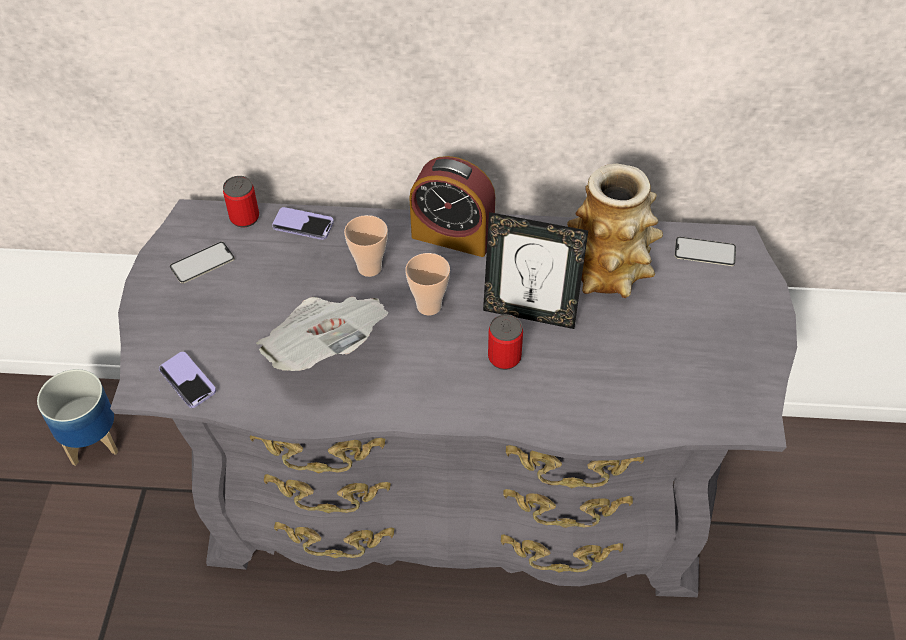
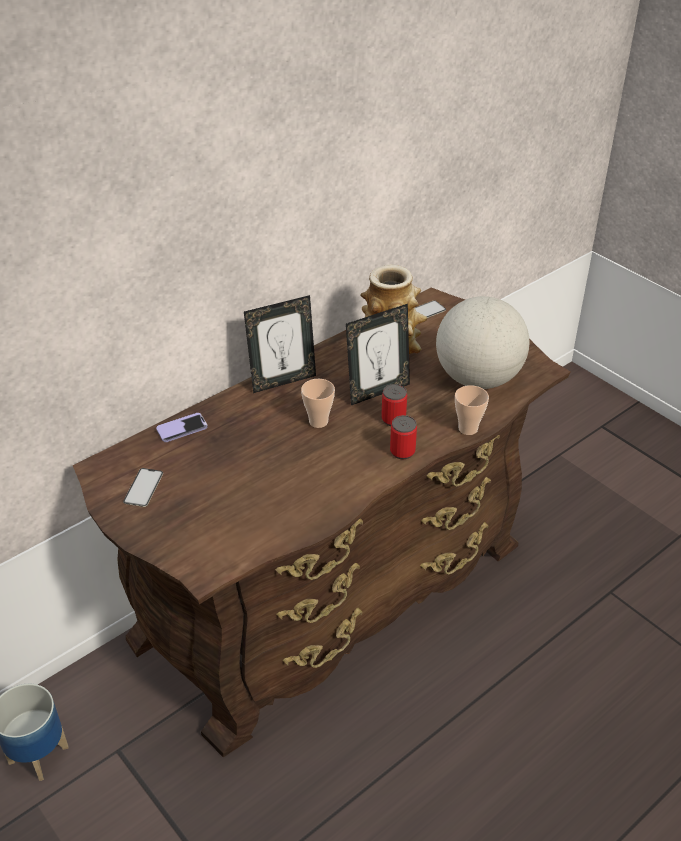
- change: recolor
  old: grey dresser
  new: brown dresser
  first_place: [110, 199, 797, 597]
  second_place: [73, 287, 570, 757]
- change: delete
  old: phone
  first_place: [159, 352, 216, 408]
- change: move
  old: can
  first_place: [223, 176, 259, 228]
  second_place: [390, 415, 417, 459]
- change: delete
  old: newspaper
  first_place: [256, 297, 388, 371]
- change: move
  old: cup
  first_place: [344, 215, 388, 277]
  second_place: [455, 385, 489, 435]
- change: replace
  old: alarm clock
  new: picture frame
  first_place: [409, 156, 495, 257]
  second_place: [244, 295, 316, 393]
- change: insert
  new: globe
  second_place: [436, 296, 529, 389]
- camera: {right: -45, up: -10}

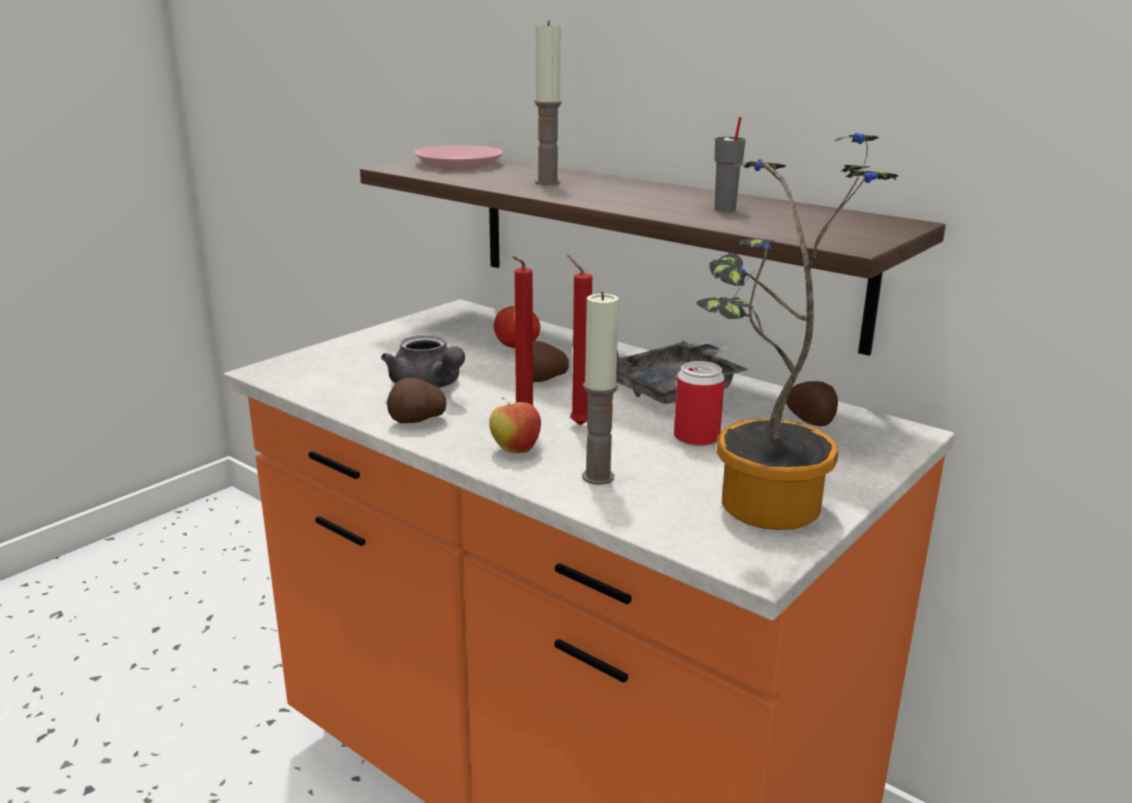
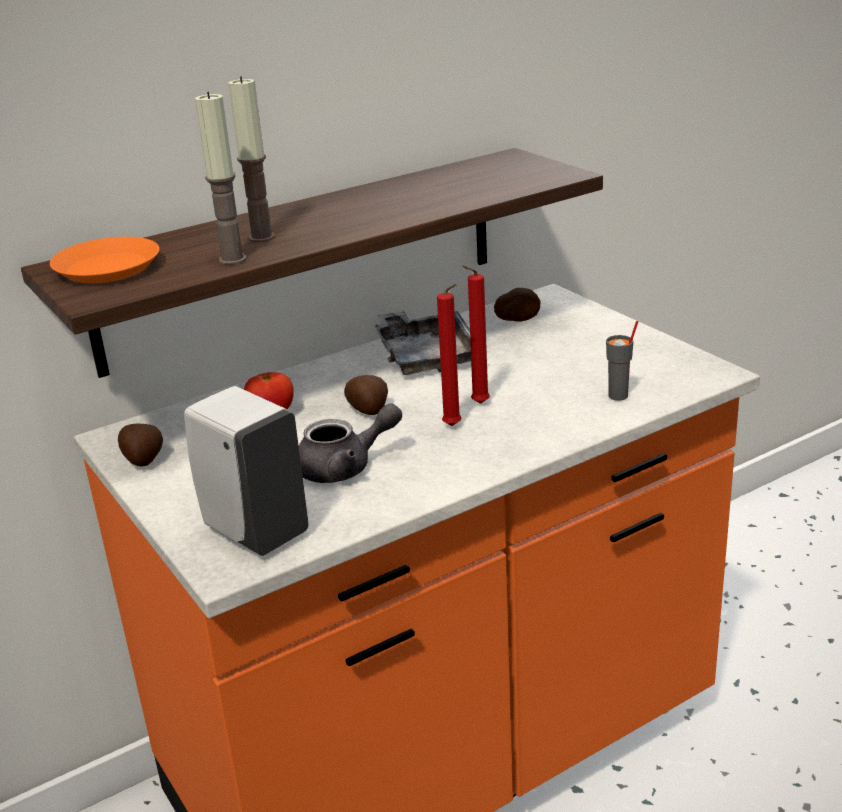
- change: move
  old: potato
  first_place: [387, 378, 446, 423]
  second_place: [118, 423, 163, 467]
- change: recolor
  old: pink plate
  new: orange plate
  first_place: [414, 145, 503, 169]
  second_place: [50, 237, 160, 283]
- change: delete
  old: apple
  first_place: [489, 397, 541, 454]
- change: move
  old: candle
  first_place: [582, 292, 619, 485]
  second_place: [195, 92, 247, 265]
- change: delete
  old: can
  first_place: [674, 361, 725, 446]
- change: delete
  old: potted plant
  first_place: [697, 133, 899, 530]
- change: move
  old: grey cup
  first_place: [714, 117, 746, 211]
  second_place: [606, 321, 638, 401]
- change: insert
  new: white soap dispenser
  second_place: [184, 386, 309, 556]
- camera: {right: -70, up: 5}

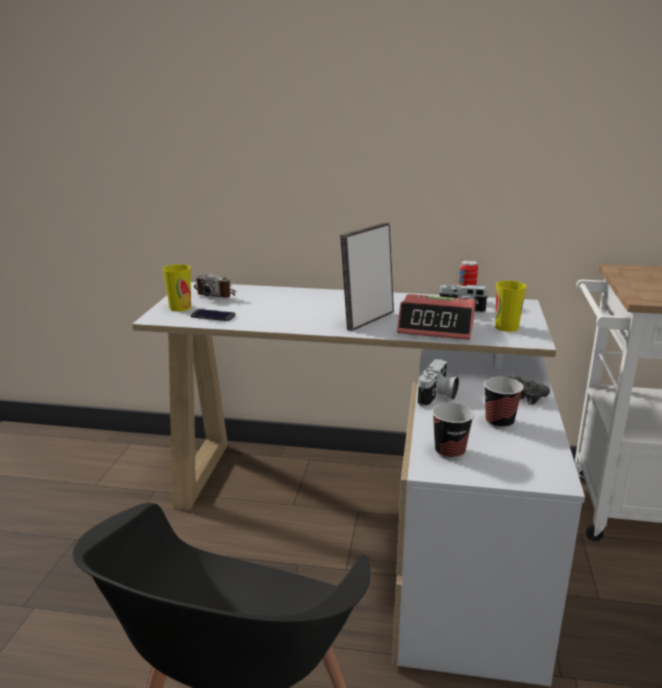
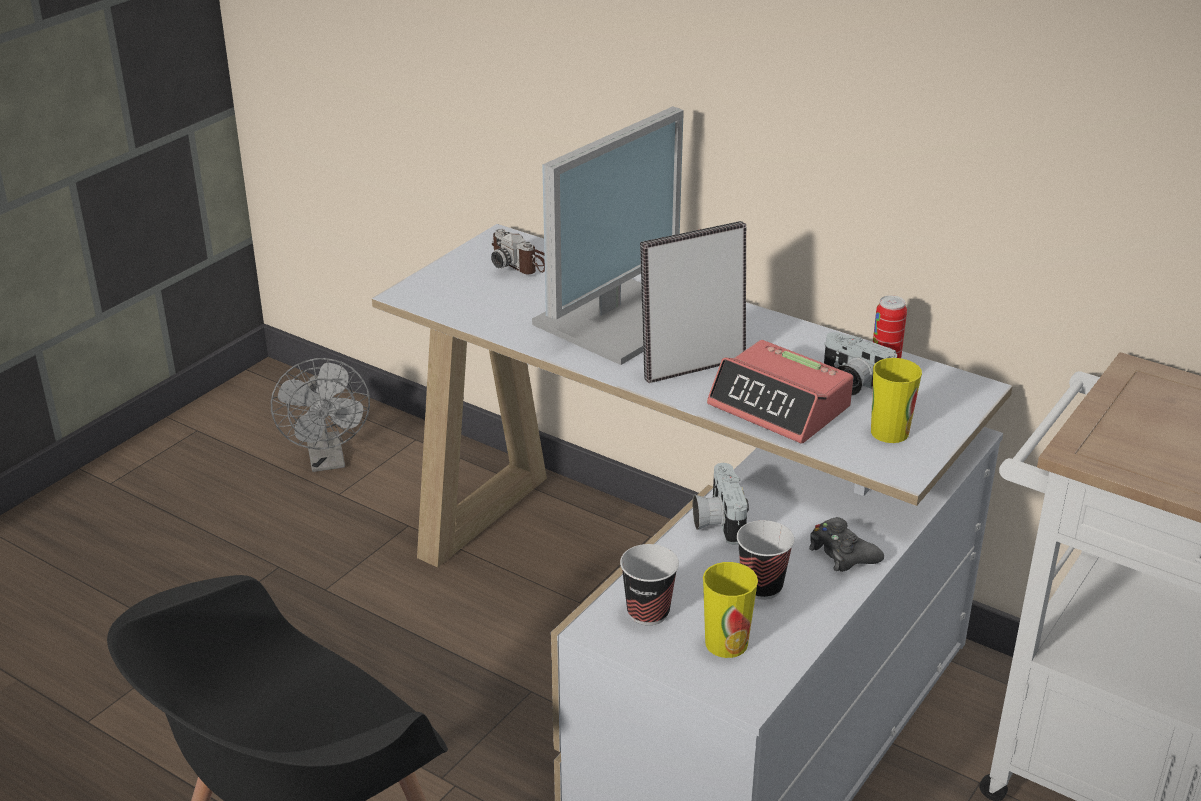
- change: move
  old: cup
  first_place: [163, 264, 191, 311]
  second_place: [703, 562, 758, 658]
- change: delete
  old: phone
  first_place: [190, 309, 236, 321]
- change: rotate
  old: photo camera
  first_place: [418, 359, 459, 407]
  second_place: [693, 463, 749, 545]
  degrees: 120
- change: insert
  new: grey fan
  second_place: [271, 358, 370, 472]
- change: insert
  new: monitor
  second_place: [532, 106, 684, 365]
- camera: {right: 25, up: 10}

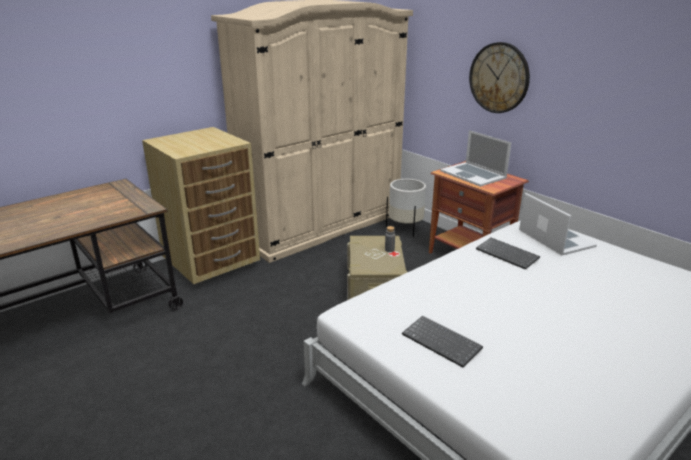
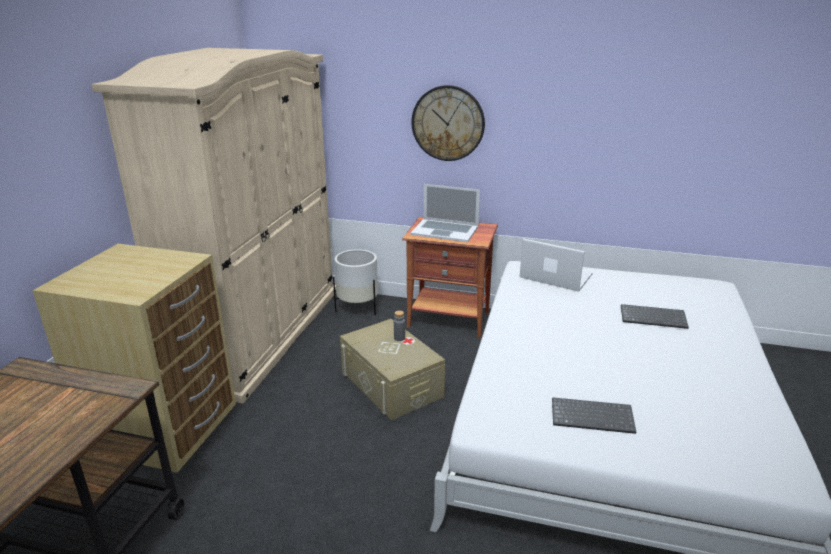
- change: move
  old: keyboard
  first_place: [476, 238, 540, 270]
  second_place: [621, 304, 689, 329]
- camera: {right: -35, up: 0}

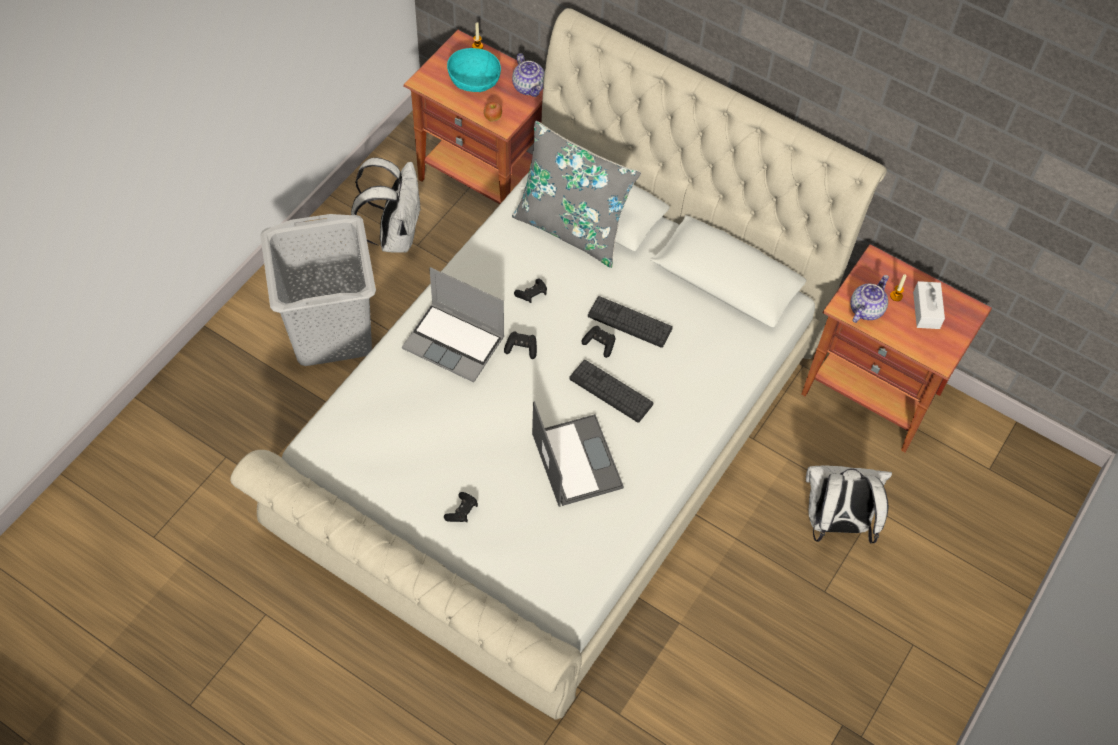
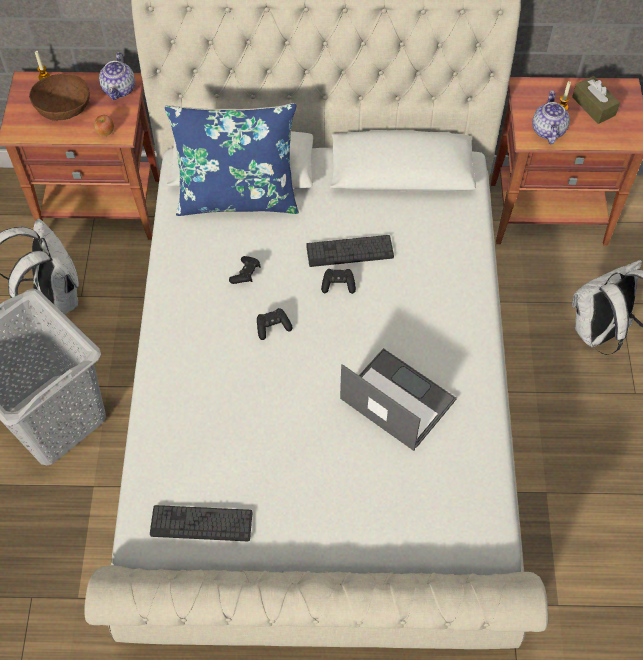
- change: delete
  old: laptop
  first_place: [402, 267, 505, 382]
- change: delete
  old: black game controller
  first_place: [444, 492, 478, 522]
- change: recolor
  old: turquoise bowl
  new: brown bowl
  first_place: [447, 48, 501, 92]
  second_place: [29, 74, 90, 121]
- change: rotate
  old: teapot
  first_place: [512, 53, 545, 97]
  second_place: [99, 52, 135, 100]
  degrees: 60
- change: recolor
  old: grey pillow
  new: blue pillow
  first_place: [512, 121, 641, 268]
  second_place: [165, 103, 299, 216]
- change: move
  old: keyboard
  first_place: [569, 360, 653, 423]
  second_place: [150, 505, 252, 541]
- change: recolor
  old: white tissue box
  new: brown tissue box
  first_place: [913, 281, 945, 329]
  second_place: [572, 76, 620, 124]
- camera: {right: -30, up: 0}

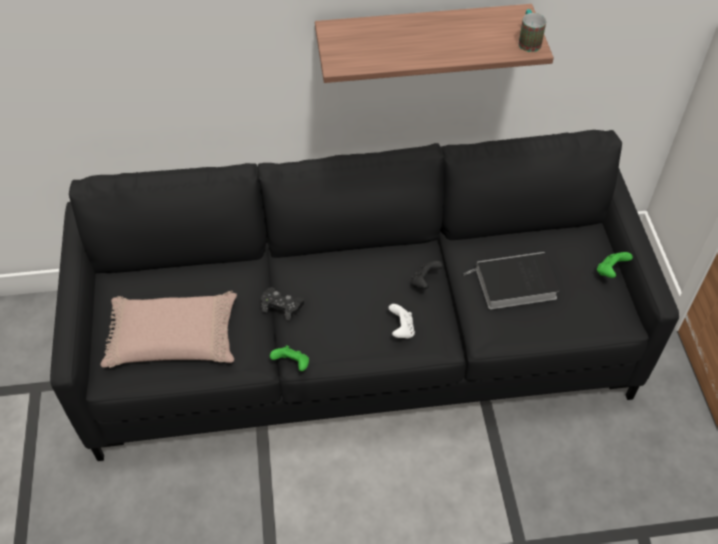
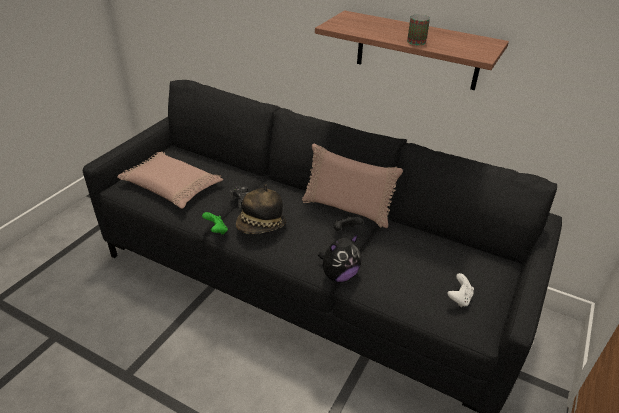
- change: move
  old: white game controller
  first_place: [389, 304, 415, 339]
  second_place: [447, 273, 474, 307]
- change: delete
  old: book
  first_place: [464, 252, 559, 309]
- change: move
  old: mug
  first_place: [518, 9, 546, 52]
  second_place: [407, 14, 430, 45]
- change: delete
  old: green game controller
  first_place: [597, 252, 633, 278]
- change: insert
  new: hat
  second_place: [236, 184, 286, 234]
- change: insert
  new: beige pillow
  second_place: [302, 144, 403, 228]
- change: insert
  new: plush toy
  second_place: [318, 234, 361, 282]
- camera: {right: 35, up: -15}

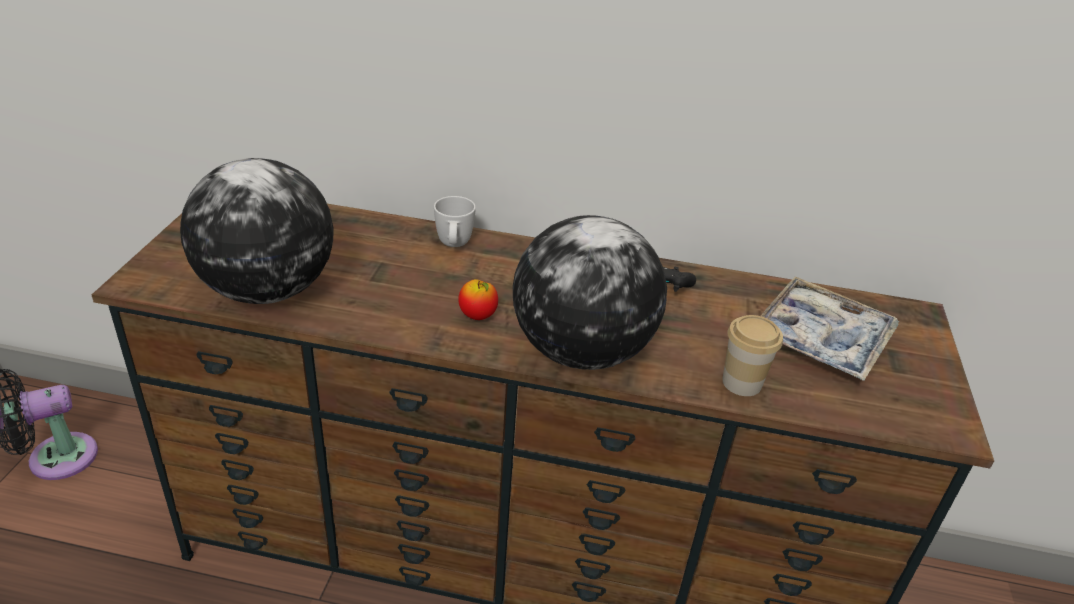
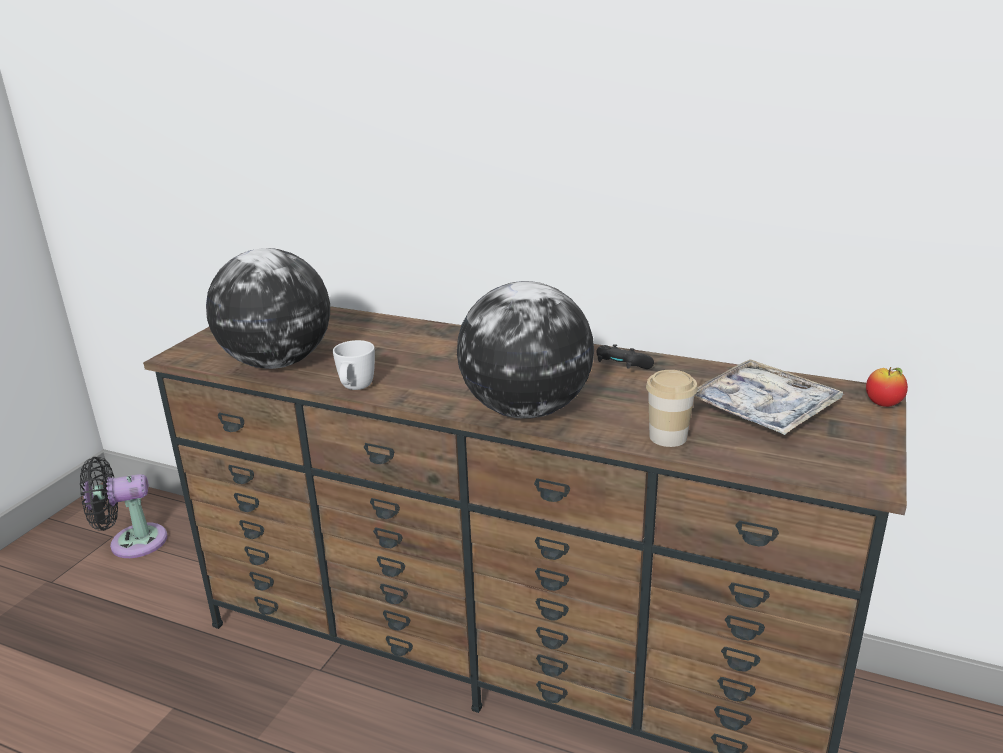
- change: move
  old: white mug
  first_place: [434, 196, 476, 247]
  second_place: [333, 340, 375, 390]
- change: move
  old: apple
  first_place: [458, 279, 498, 320]
  second_place: [866, 367, 908, 407]
- camera: {right: 15, up: -10}

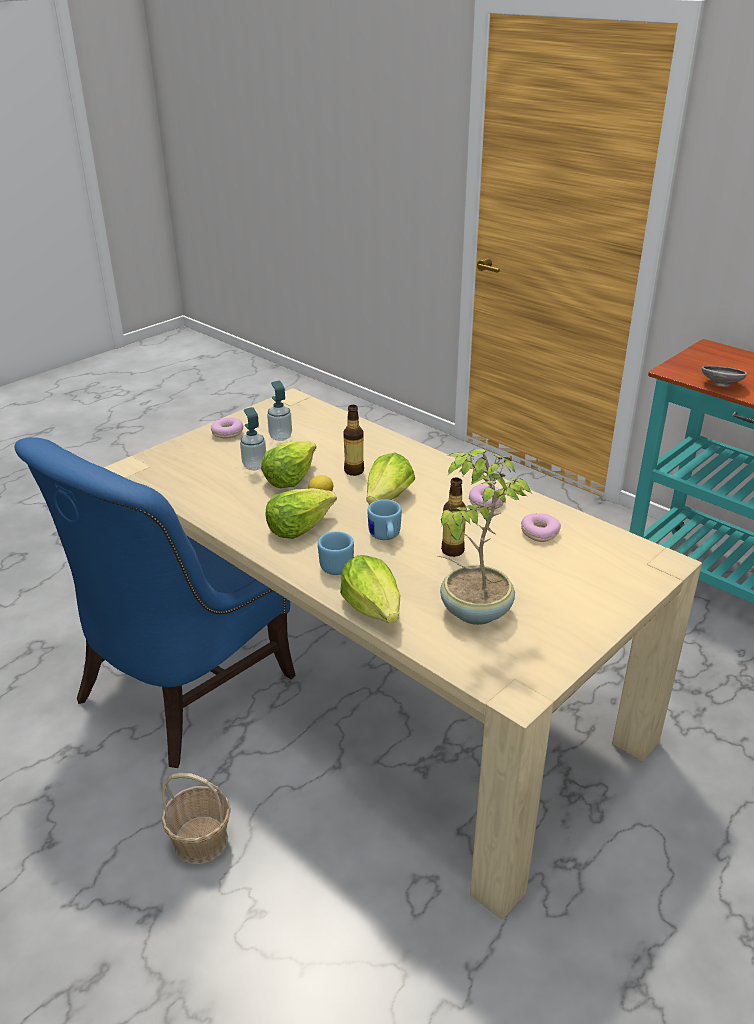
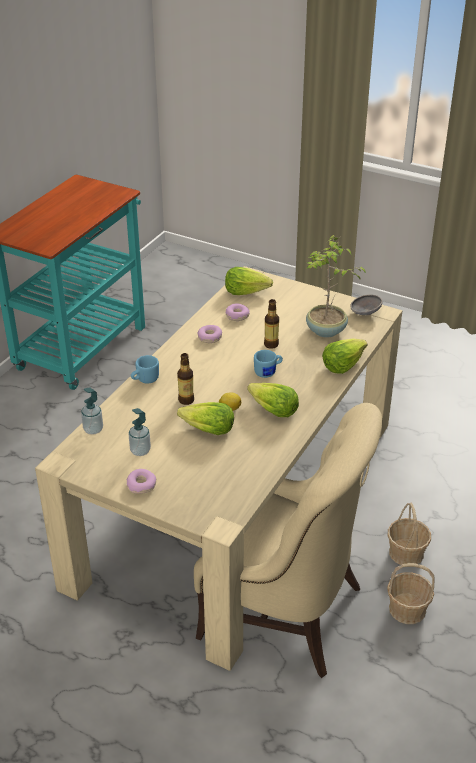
- change: recolor
  old: blue chair
  new: beige chair
  first_place: [14, 437, 296, 768]
  second_place: [194, 403, 382, 678]
- change: move
  old: soap dispenser
  first_place: [240, 407, 266, 470]
  second_place: [81, 387, 103, 435]
- change: move
  old: blue mug
  first_place: [318, 531, 354, 575]
  second_place: [131, 355, 159, 384]
- change: move
  old: lettuce
  first_place: [367, 453, 415, 504]
  second_place: [225, 267, 273, 295]
- change: move
  old: grey bowl
  first_place: [702, 366, 747, 387]
  second_place: [350, 295, 383, 316]
- change: insert
  new: basket
  second_place: [387, 563, 435, 624]
- camera: {right: -105, up: 5}

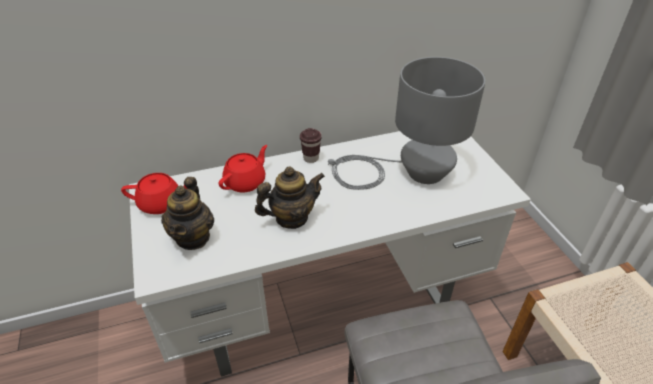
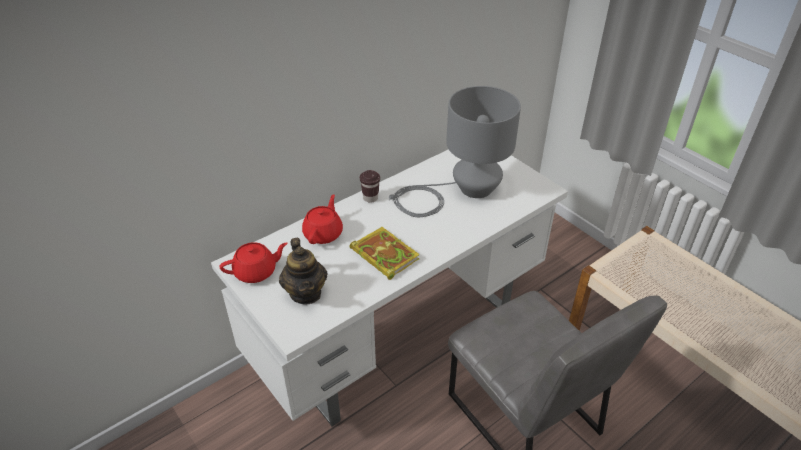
- change: replace
  old: teapot
  new: book
  first_place: [255, 166, 325, 229]
  second_place: [350, 227, 420, 280]
- camera: {right: -20, up: 0}

